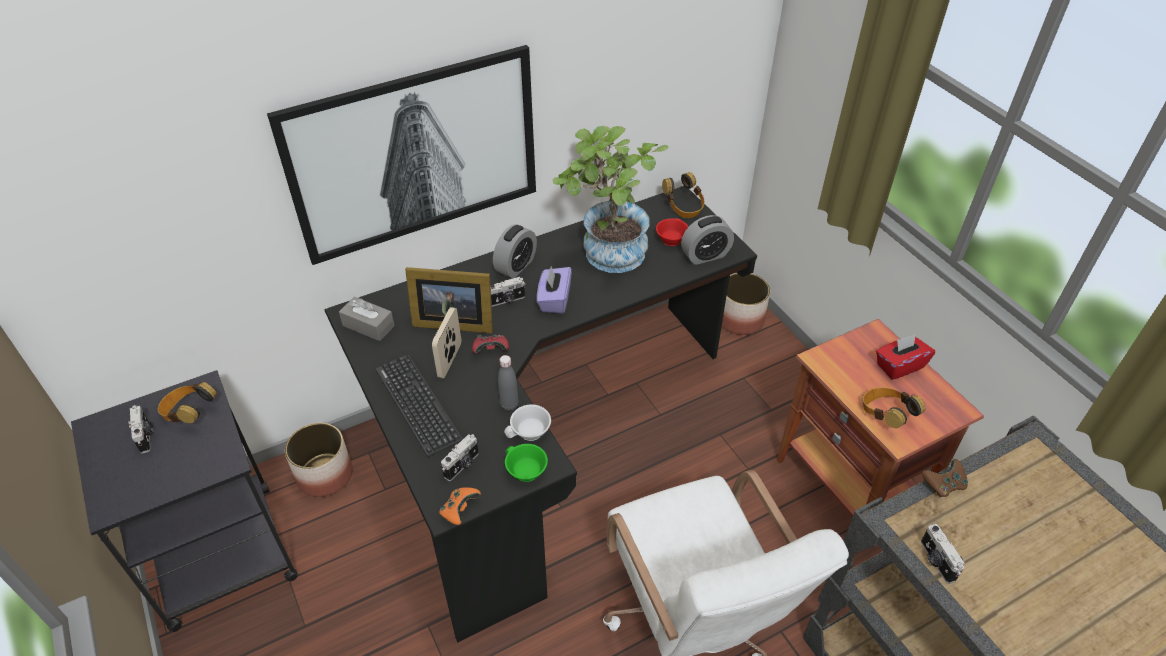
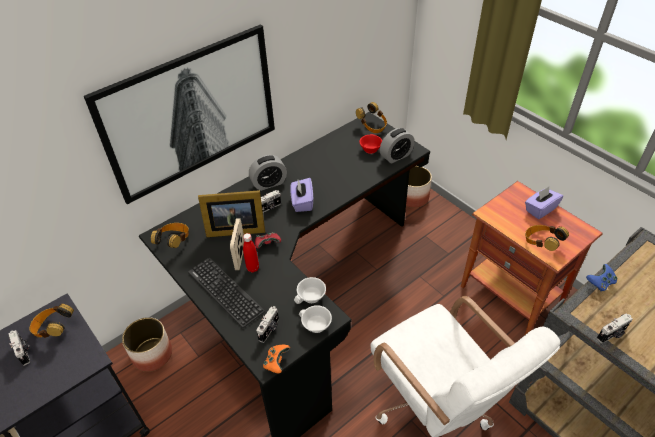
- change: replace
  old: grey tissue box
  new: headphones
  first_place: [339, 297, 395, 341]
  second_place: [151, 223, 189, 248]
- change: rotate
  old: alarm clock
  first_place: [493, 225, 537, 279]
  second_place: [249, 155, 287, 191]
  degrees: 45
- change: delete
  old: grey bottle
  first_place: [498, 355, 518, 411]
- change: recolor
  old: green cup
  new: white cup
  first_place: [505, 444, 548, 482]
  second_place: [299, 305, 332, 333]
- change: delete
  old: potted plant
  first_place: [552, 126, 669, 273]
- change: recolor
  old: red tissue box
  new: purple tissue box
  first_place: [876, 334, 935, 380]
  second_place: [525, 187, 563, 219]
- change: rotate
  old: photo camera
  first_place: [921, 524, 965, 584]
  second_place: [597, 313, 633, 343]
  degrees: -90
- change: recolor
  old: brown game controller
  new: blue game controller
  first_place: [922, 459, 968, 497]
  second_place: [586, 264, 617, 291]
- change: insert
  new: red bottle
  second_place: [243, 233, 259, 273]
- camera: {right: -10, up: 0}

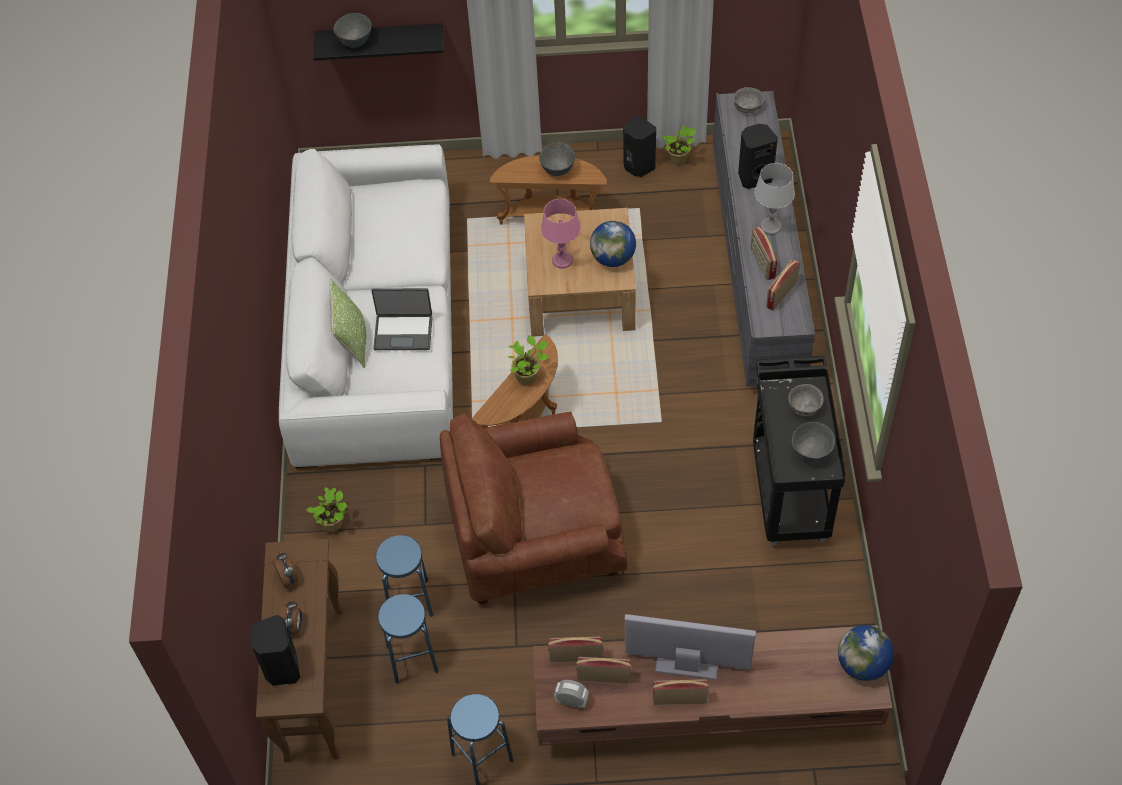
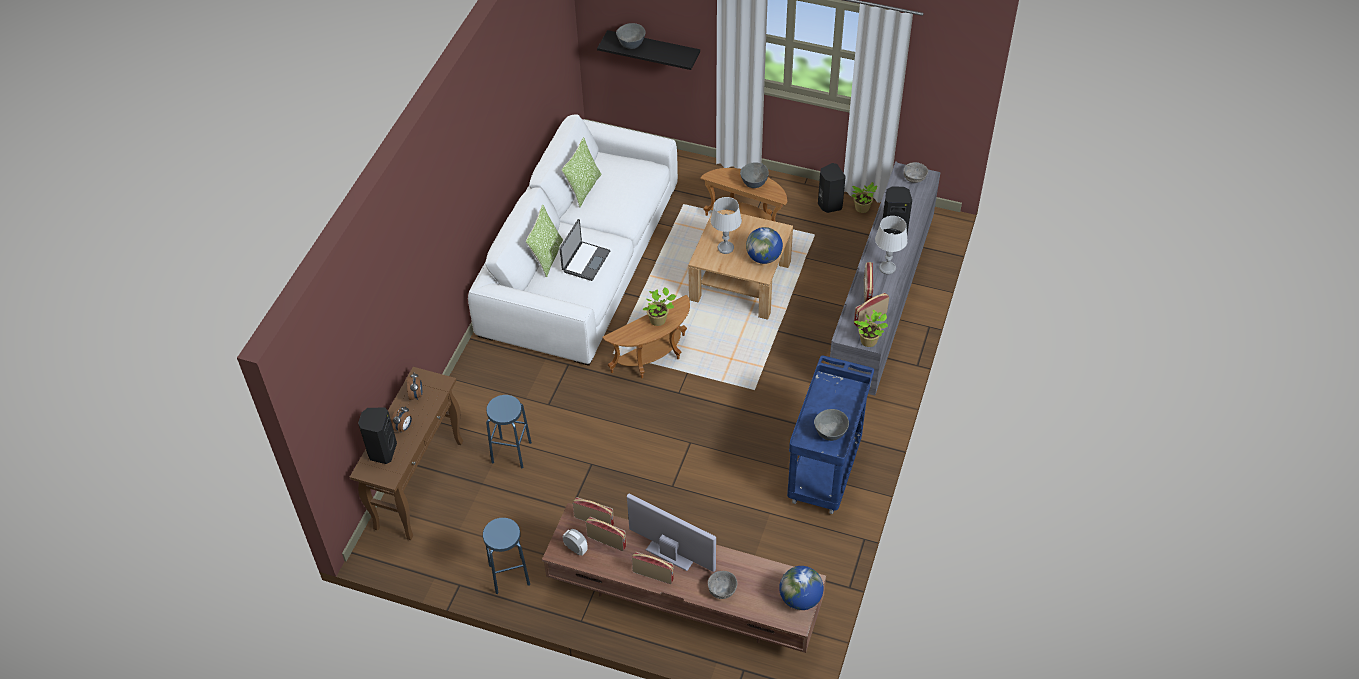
- change: move
  old: potted plant
  first_place: [306, 488, 348, 532]
  second_place: [854, 310, 888, 347]
- change: rotate
  old: laptop
  first_place: [372, 288, 432, 350]
  second_place: [559, 219, 610, 281]
  degrees: -90
- change: delete
  old: blue stool
  first_place: [378, 594, 439, 684]
- change: delete
  old: brown armchair
  first_place: [440, 412, 627, 604]
- change: recolor
  old: pink table lamp
  new: grey table lamp
  first_place: [541, 199, 581, 269]
  second_place: [711, 197, 742, 254]
- change: recolor
  old: black cart
  new: blue cart
  first_place: [753, 356, 846, 546]
  second_place: [787, 355, 874, 514]
- change: move
  old: grey bowl
  first_place: [788, 384, 824, 417]
  second_place: [708, 571, 737, 599]
- change: insert
  new: pillow
  second_place: [562, 137, 602, 207]
- camera: {right: 20, up: -5}

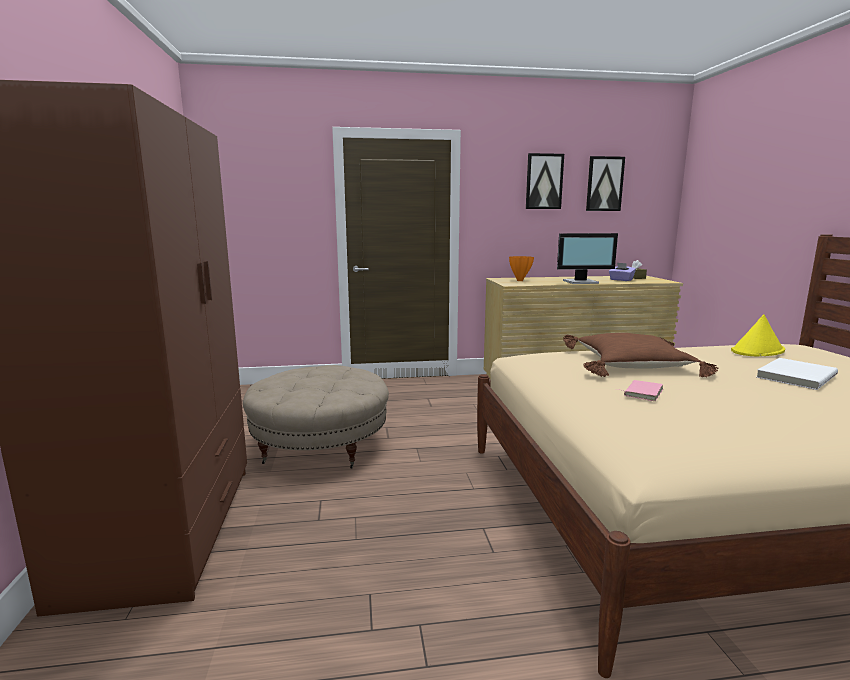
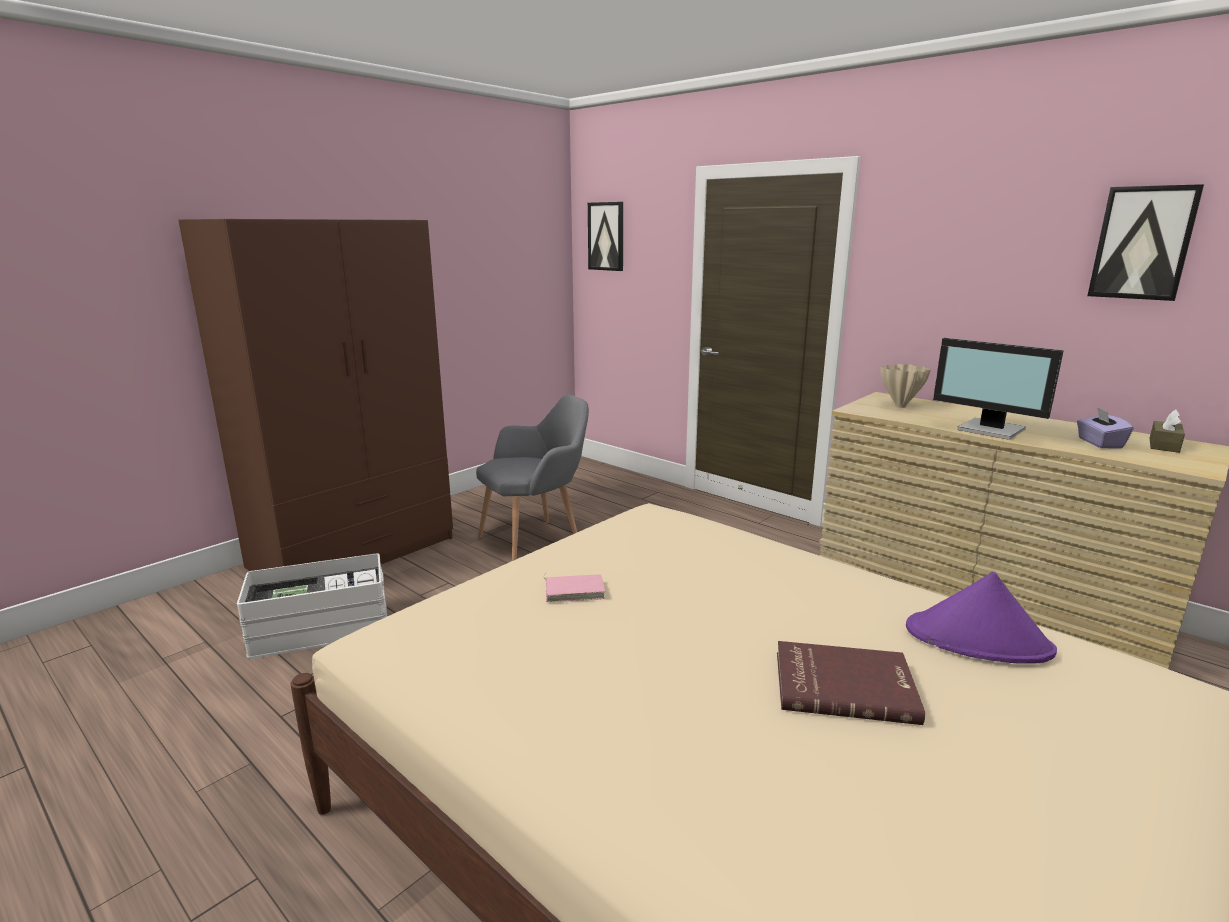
- change: replace
  old: beige ottoman
  new: grey armchair
  first_place: [243, 365, 389, 468]
  second_place: [476, 395, 589, 561]
- change: recolor
  old: orange vase
  new: beige vase
  first_place: [509, 256, 534, 281]
  second_place: [880, 364, 931, 408]
- change: move
  old: picture
  first_place: [526, 153, 564, 209]
  second_place: [588, 202, 623, 271]
- change: delete
  old: brown pillow
  first_place: [563, 333, 719, 377]
- change: recolor
  old: yellow hat
  new: purple hat
  first_place: [731, 314, 785, 356]
  second_place: [906, 572, 1057, 664]
- change: recolor
  old: white book
  new: red book
  first_place: [757, 358, 838, 390]
  second_place: [777, 641, 925, 725]
- change: insert
  new: white storage box
  second_place: [237, 553, 387, 659]
- camera: {right: 50, up: 5}

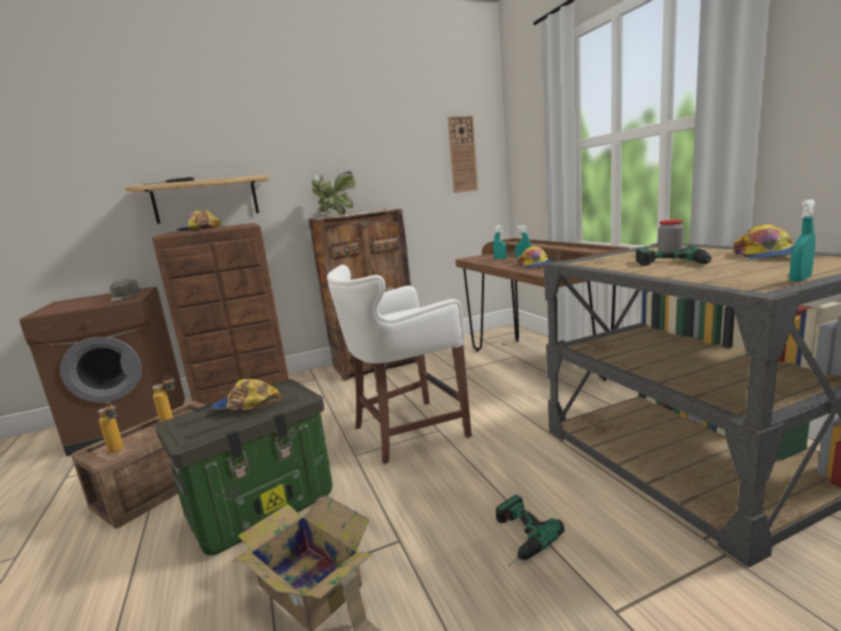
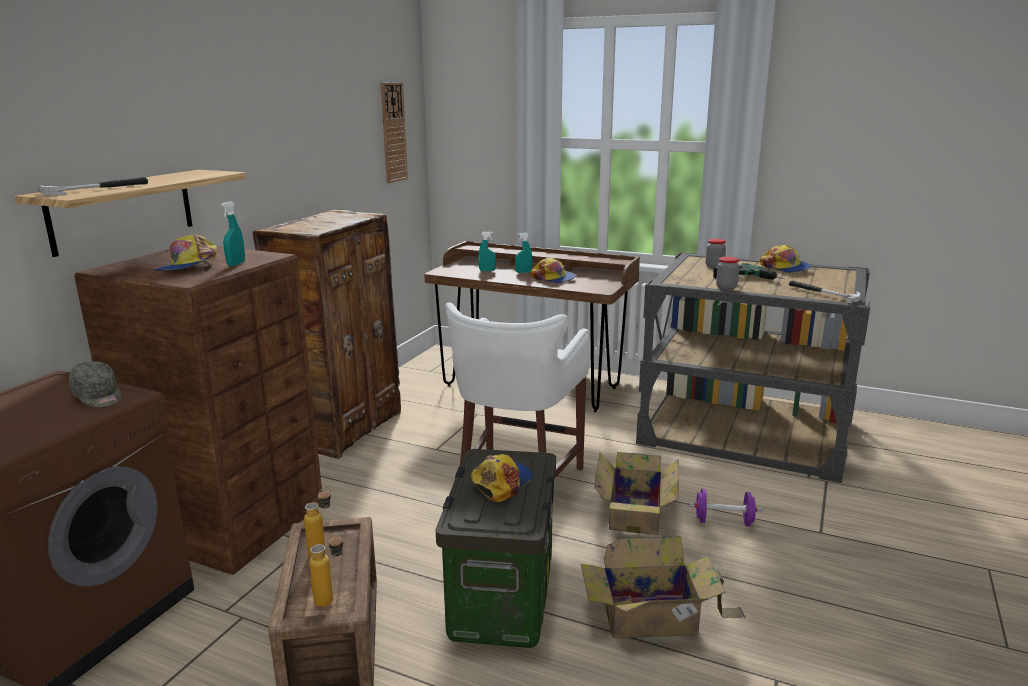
- change: rotate
  old: cap
  first_place: [211, 379, 281, 410]
  second_place: [471, 454, 533, 502]
  degrees: 150
- change: delete
  old: potted plant
  first_place: [312, 171, 356, 214]
- change: replace
  old: power drill
  new: purple dumbbell
  first_place: [496, 494, 565, 566]
  second_place: [689, 489, 763, 527]
- change: move
  old: turquoise spray bottle
  first_place: [790, 199, 816, 281]
  second_place: [221, 201, 245, 266]
- change: insert
  new: cardboard box
  second_place: [595, 452, 679, 535]
- change: insert
  new: jar
  second_place: [716, 257, 739, 290]
- change: insert
  new: hammer
  second_place: [789, 280, 860, 303]
- camera: {right: -45, up: 5}

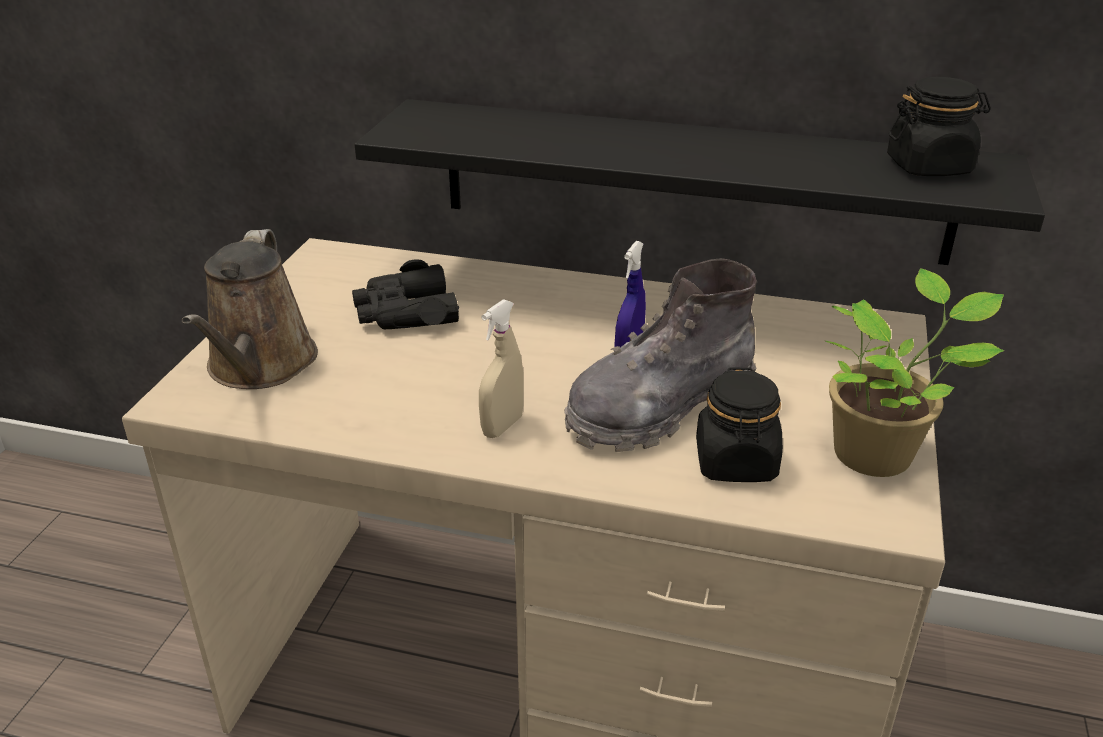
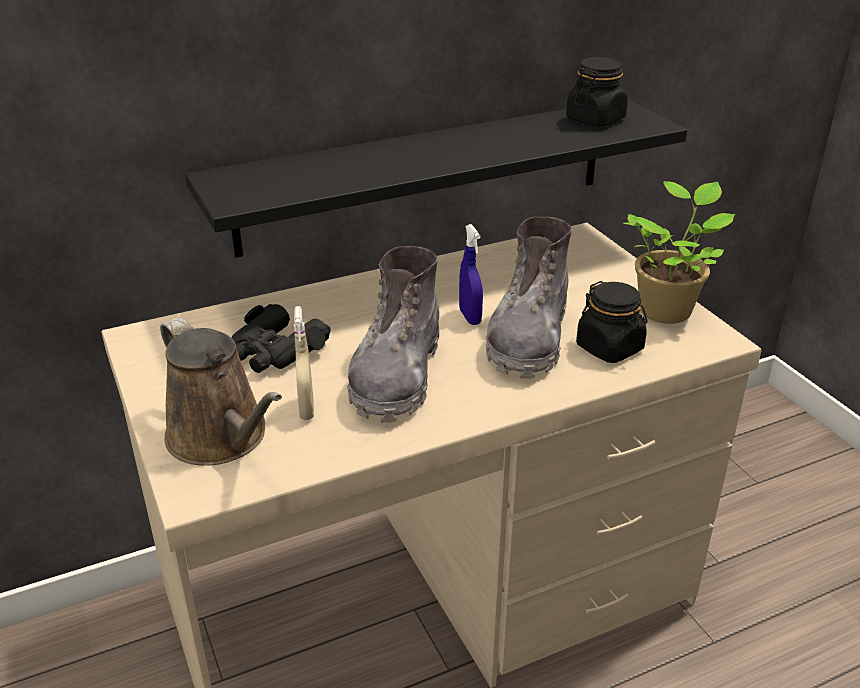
- change: move
  old: beige spray bottle
  first_place: [479, 299, 524, 438]
  second_place: [294, 306, 314, 420]
- change: insert
  new: grey boot
  second_place: [347, 246, 439, 423]
- camera: {right: -40, up: 0}

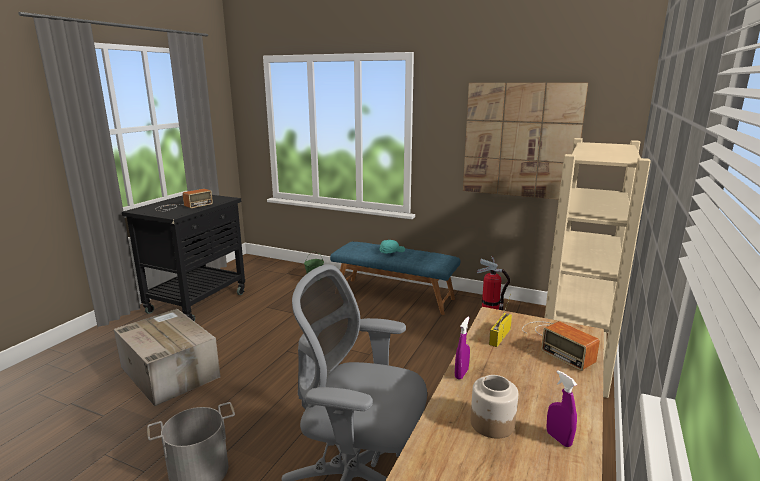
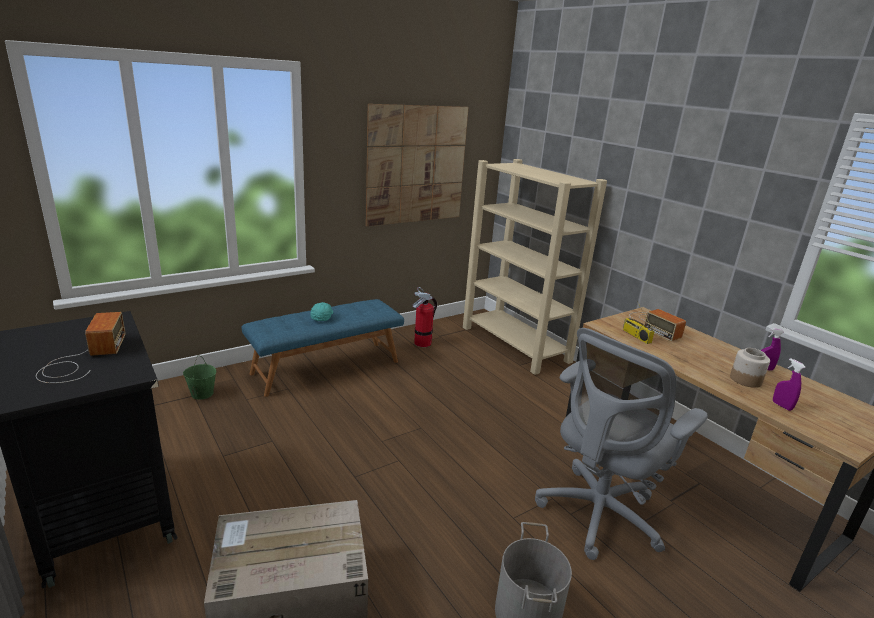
- change: move
  old: purple spray bottle
  first_place: [455, 317, 470, 380]
  second_place: [773, 358, 806, 411]
- change: rotate
  old: radio
  first_place: [522, 321, 600, 371]
  second_place: [629, 309, 686, 341]
  degrees: 60
- camera: {right: -60, up: 5}

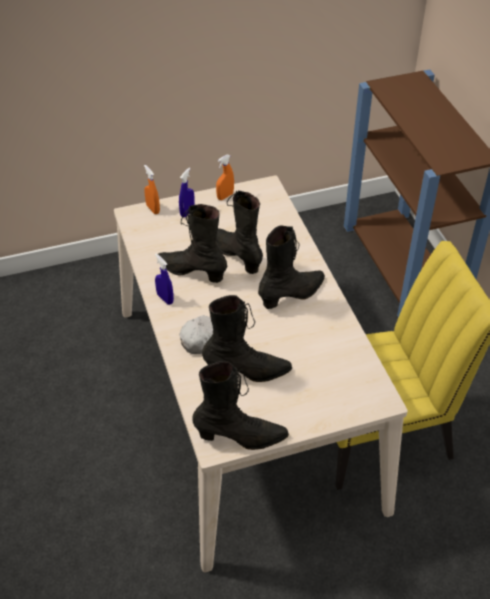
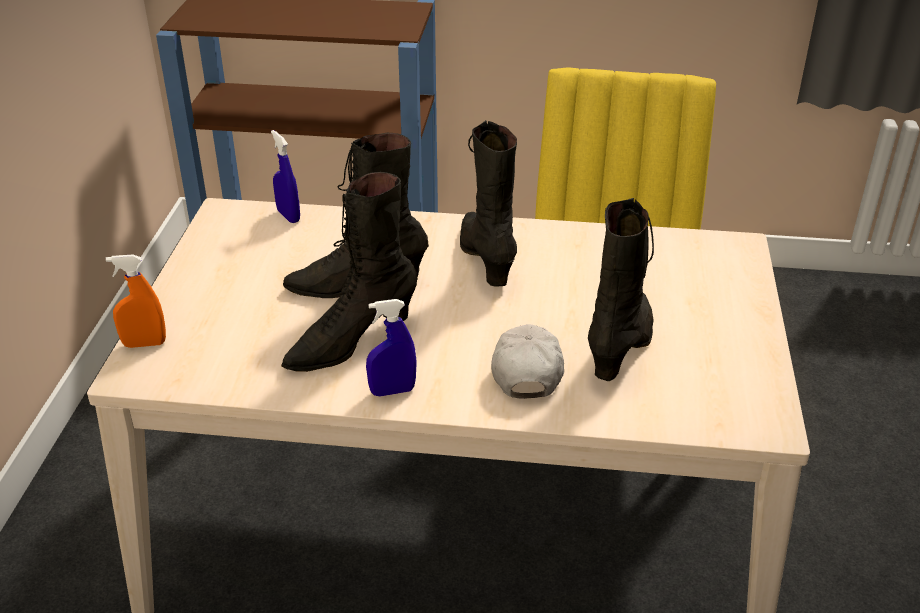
- change: move
  old: blue spray bottle
  first_place: [179, 168, 195, 218]
  second_place: [271, 130, 300, 223]
- change: delete
  old: black boot
  first_place: [192, 361, 289, 450]
- change: delete
  old: orange spray bottle
  first_place: [216, 155, 234, 200]
- camera: {right: -65, up: -10}

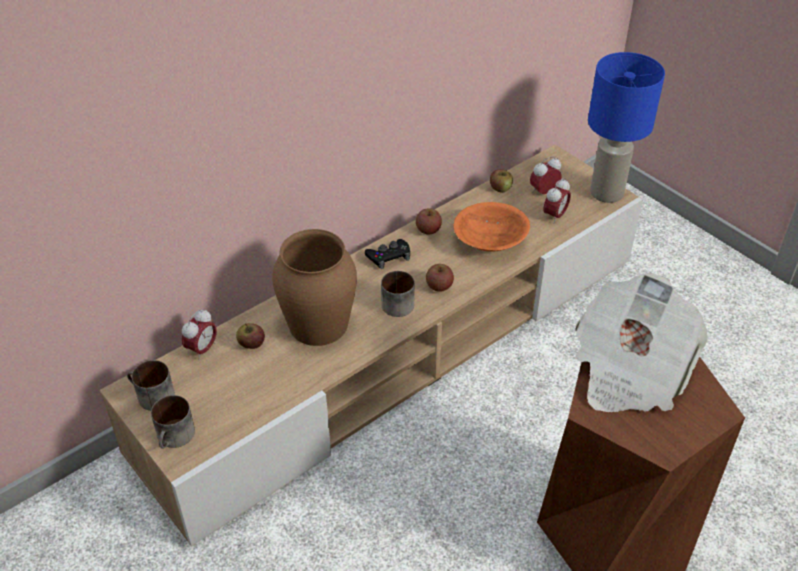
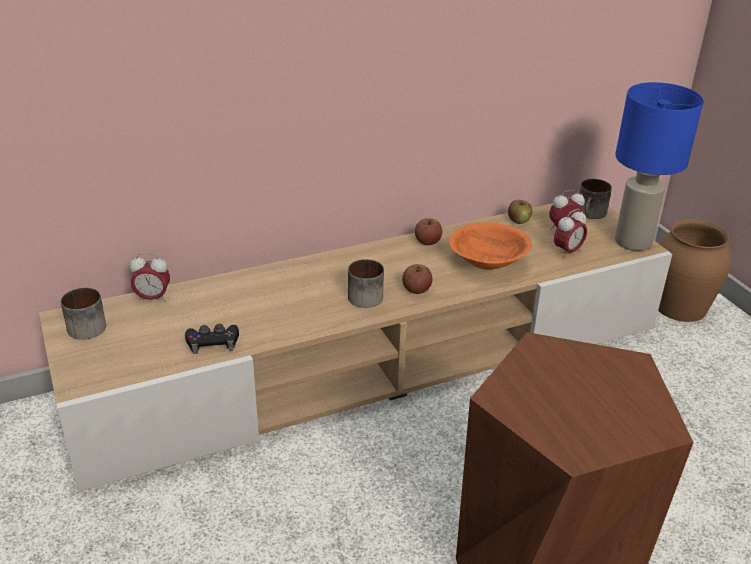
- change: move
  old: mug
  first_place: [151, 395, 195, 449]
  second_place: [579, 179, 612, 219]
- change: rotate
  old: alarm clock
  first_place: [182, 309, 217, 360]
  second_place: [129, 253, 170, 302]
  degrees: 45
- change: delete
  old: apple
  first_place: [236, 323, 265, 349]
- change: move
  old: brown vase
  first_place: [272, 229, 357, 346]
  second_place: [658, 219, 732, 322]
- change: move
  old: black game controller
  first_place: [365, 239, 410, 269]
  second_place: [185, 324, 239, 354]
- change: delete
  old: newspaper
  first_place: [575, 273, 708, 412]
- camera: {right: 15, up: -10}

